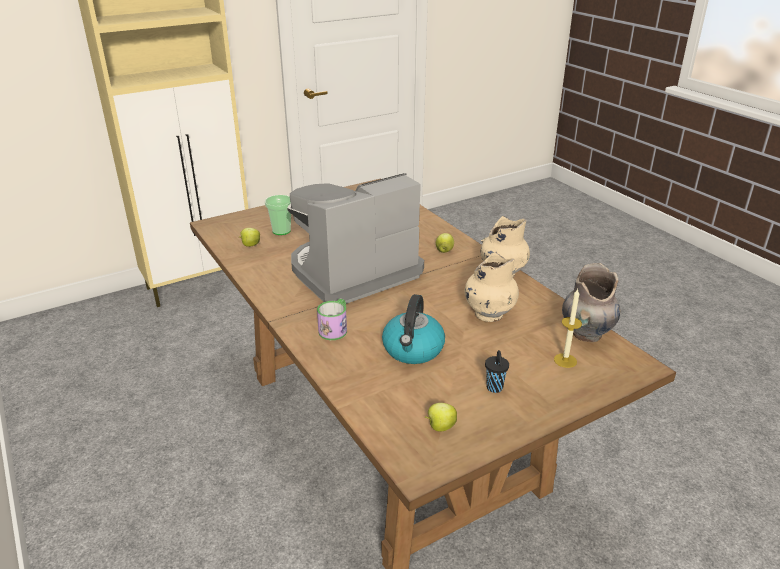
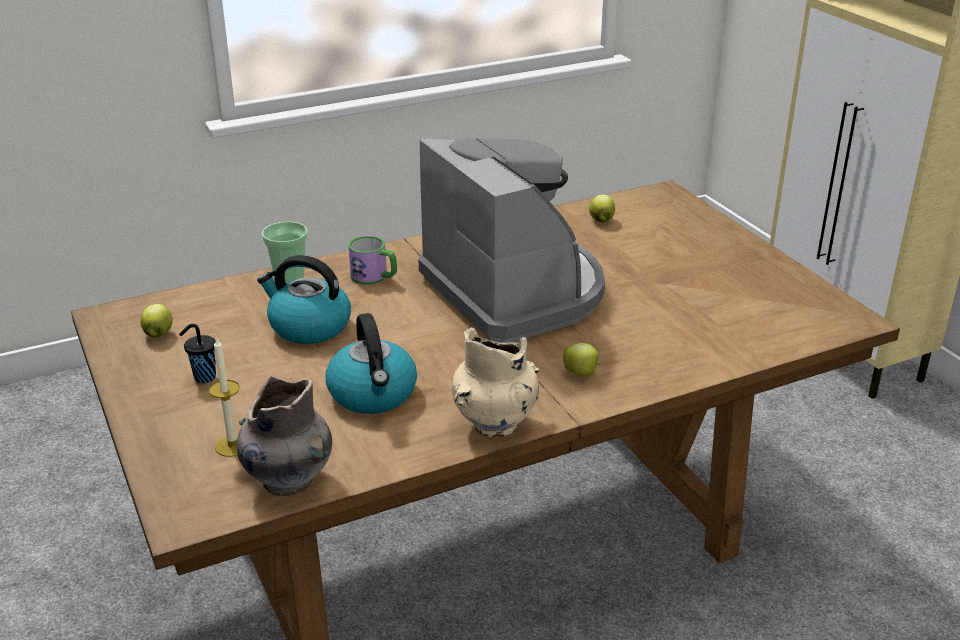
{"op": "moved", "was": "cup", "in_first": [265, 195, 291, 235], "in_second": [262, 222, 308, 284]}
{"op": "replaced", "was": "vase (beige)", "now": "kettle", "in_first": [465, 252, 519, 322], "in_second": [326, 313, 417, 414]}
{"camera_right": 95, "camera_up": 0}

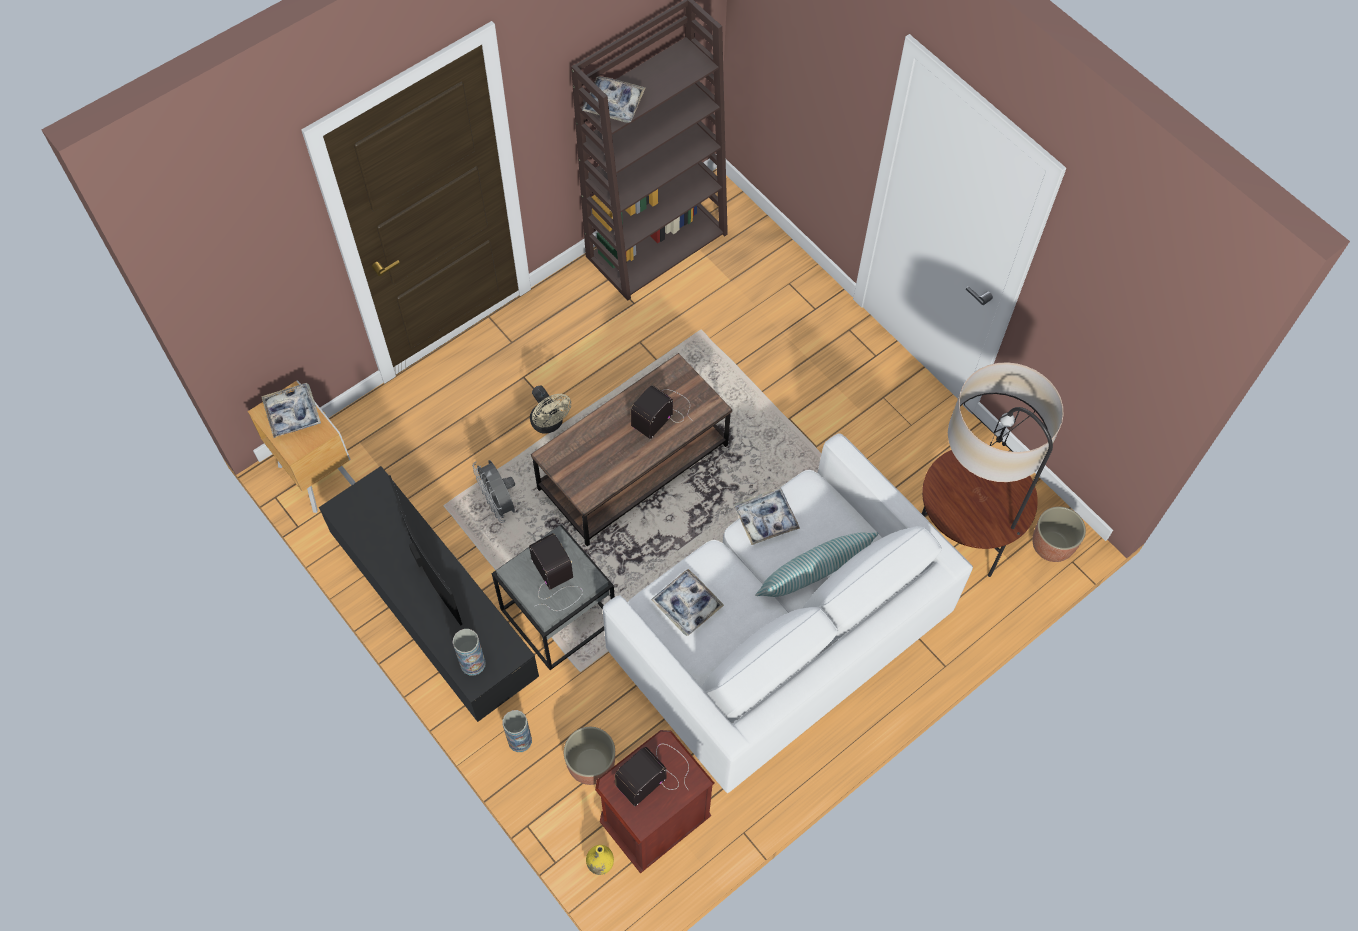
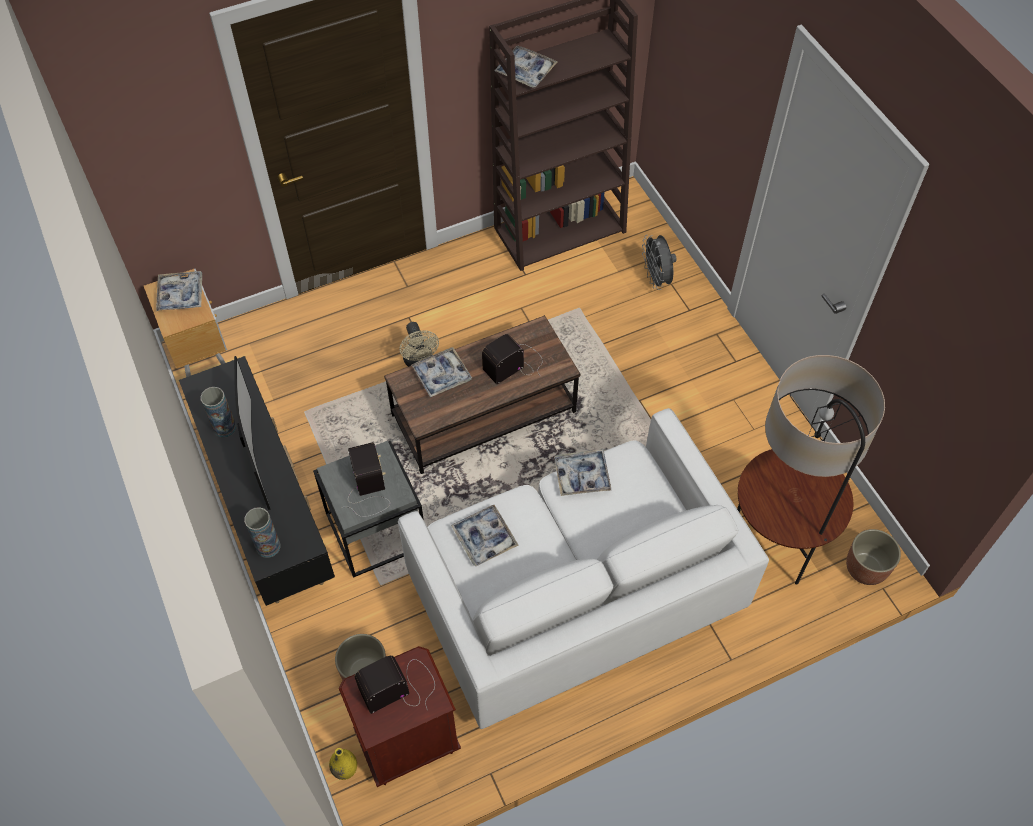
{"op": "moved", "was": "fan (grey)", "in_first": [472, 460, 515, 523], "in_second": [642, 235, 677, 290]}
{"op": "removed", "was": "pillow", "in_first": [755, 532, 878, 597]}
{"op": "moved", "was": "vase", "in_first": [503, 710, 532, 752], "in_second": [200, 387, 236, 438]}
{"op": "added", "now": "tray", "in_second": [411, 347, 472, 398]}
{"camera_right": 15, "camera_up": -5}

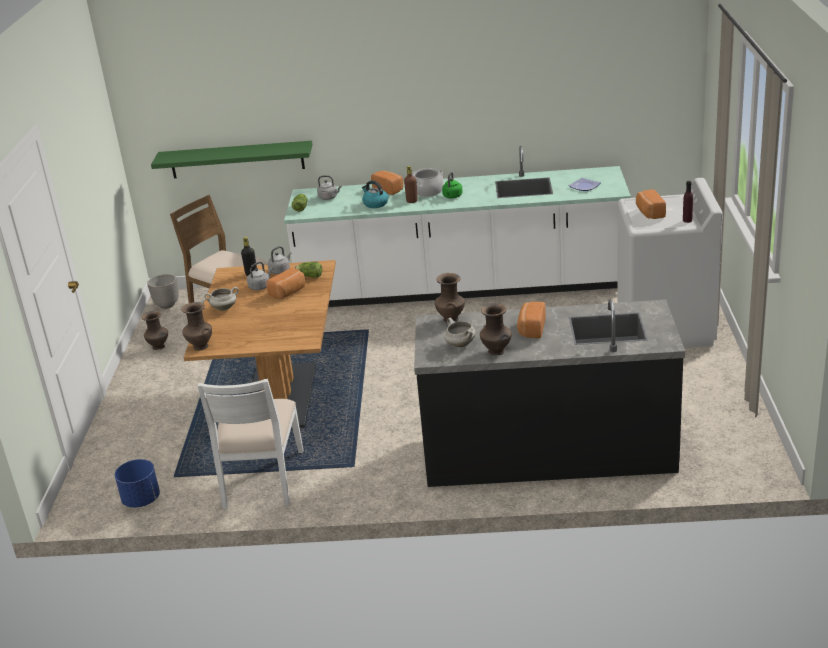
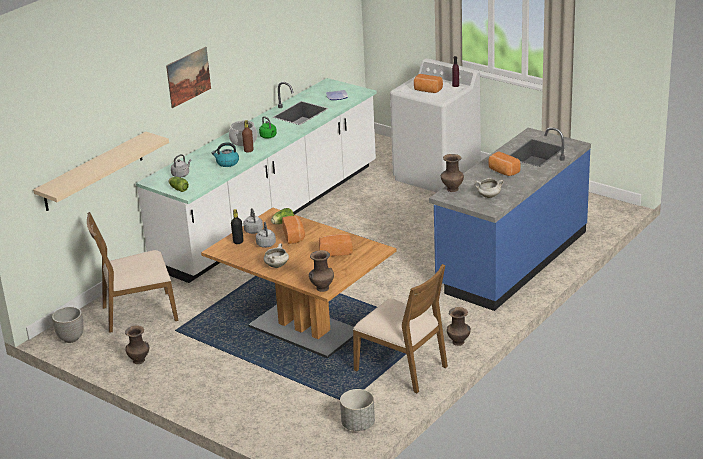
{"op": "recoloured", "was": "shelf (green)", "now": "shelf (beige)", "in_first": [151, 141, 313, 178], "in_second": [33, 132, 169, 211]}
{"op": "moved", "was": "bread", "in_first": [371, 171, 404, 195], "in_second": [319, 234, 353, 257]}
{"op": "recoloured", "was": "counter (black)", "now": "counter (blue)", "in_first": [414, 299, 685, 487], "in_second": [429, 127, 591, 311]}
{"op": "moved", "was": "vase (brown)", "in_first": [480, 303, 512, 355], "in_second": [447, 307, 471, 346]}
{"op": "recoloured", "was": "chair (white)", "now": "chair (brown)", "in_first": [197, 379, 303, 510], "in_second": [353, 264, 448, 393]}
{"op": "recoloured", "was": "planter (blue)", "now": "planter (grey)", "in_first": [115, 459, 160, 508], "in_second": [340, 389, 375, 431]}
{"op": "added", "now": "picture", "in_second": [166, 47, 211, 108]}
{"camera_right": -55, "camera_up": 0}

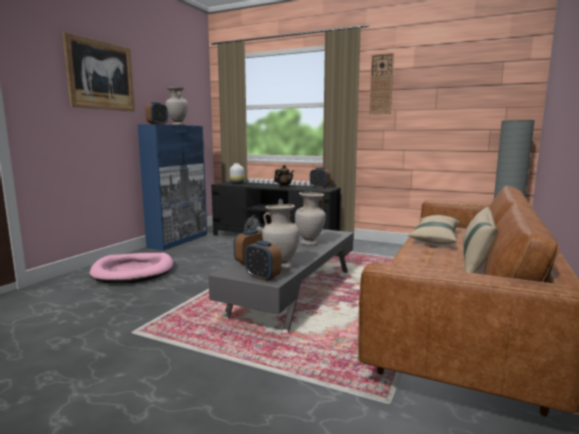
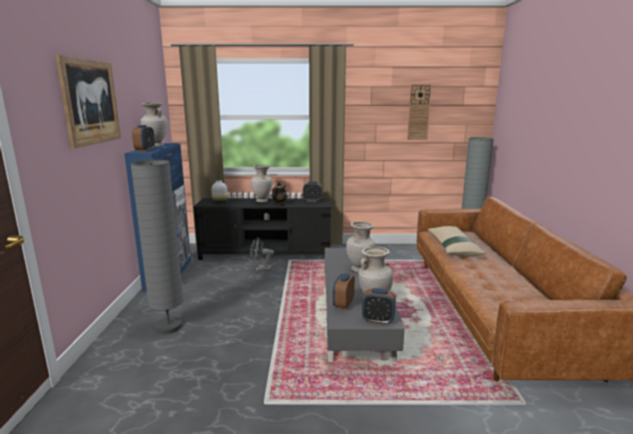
{"op": "moved", "was": "wall clock", "in_first": [369, 53, 394, 114], "in_second": [407, 84, 432, 140]}
{"op": "removed", "was": "pillow (beige)", "in_first": [463, 207, 498, 273]}
{"op": "replaced", "was": "dog bed (pink)", "now": "floor lamp (grey)", "in_first": [90, 253, 173, 283], "in_second": [130, 160, 183, 334]}
{"op": "added", "now": "vase (beige)", "in_second": [251, 165, 273, 202]}
{"camera_right": -25, "camera_up": 5}

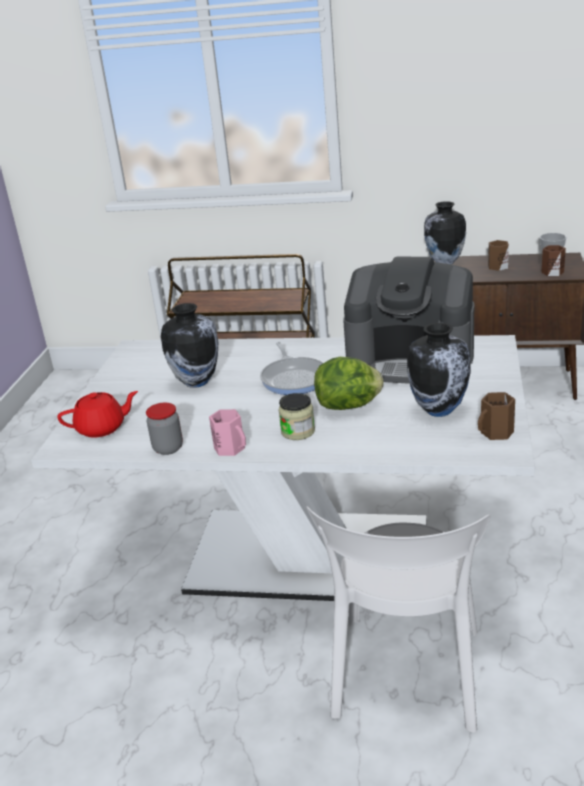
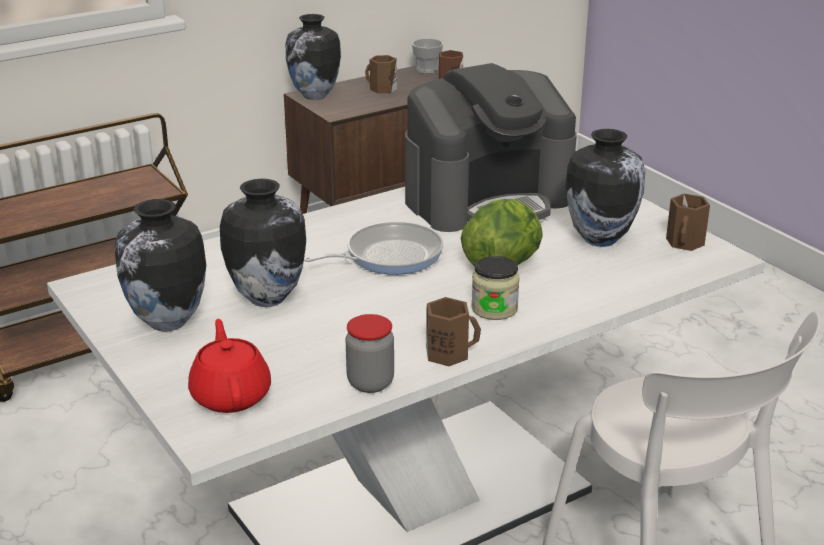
{"op": "turned", "was": "frying pan", "in_first": [260, 342, 324, 395], "in_second": [304, 221, 443, 275], "clockwise": -60}
{"op": "turned", "was": "teapot (red)", "in_first": [57, 391, 138, 438], "in_second": [188, 319, 271, 413], "clockwise": -45}
{"op": "recoloured", "was": "mug (pink)", "now": "mug (brown)", "in_first": [209, 409, 246, 456], "in_second": [426, 297, 481, 366]}
{"op": "added", "now": "vase", "in_second": [114, 199, 206, 332]}
{"camera_right": -45, "camera_up": 0}

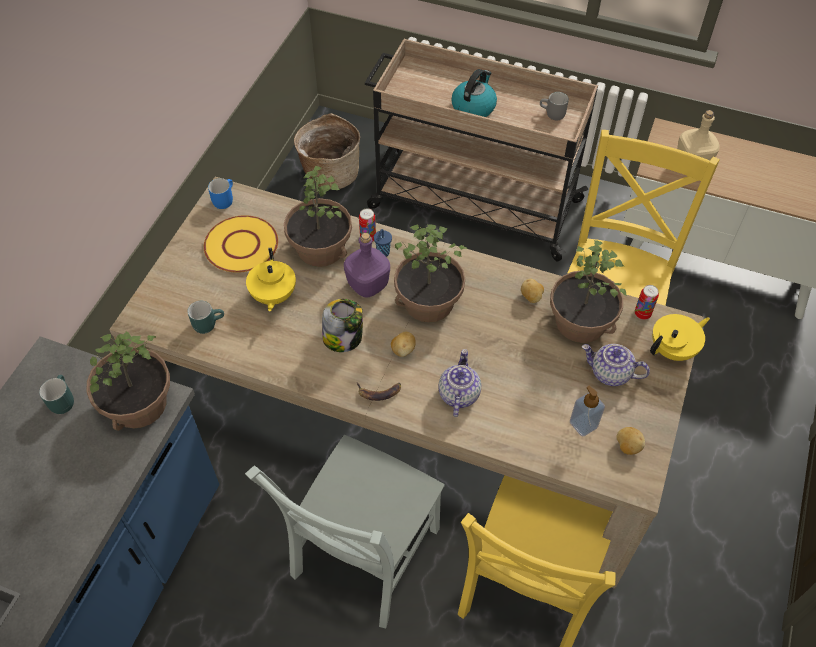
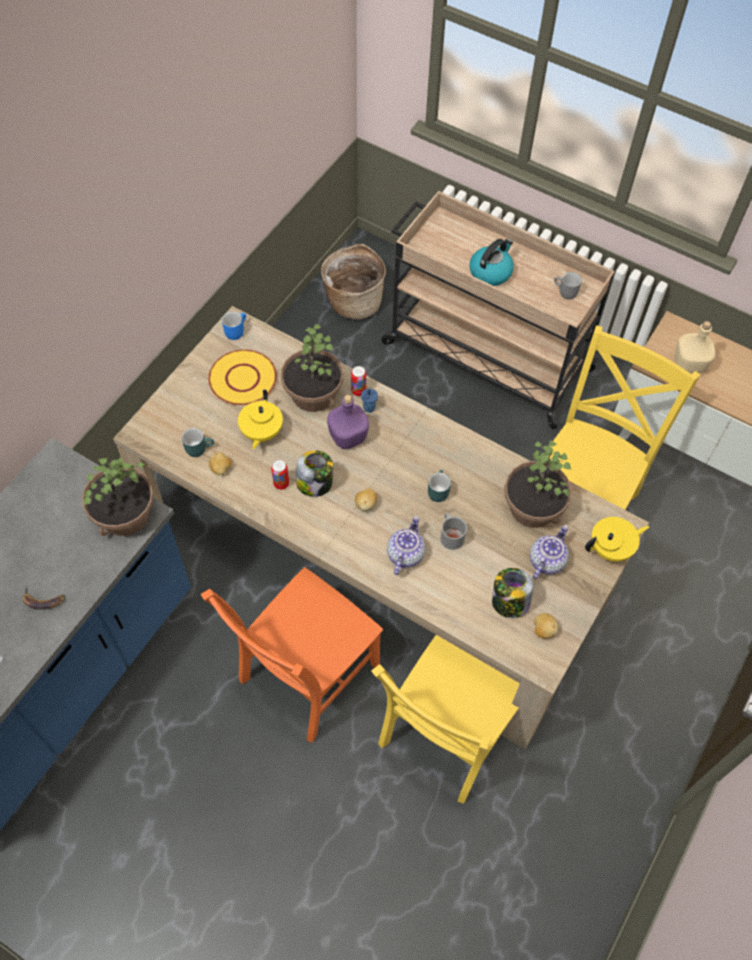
{"op": "removed", "was": "potted plant", "in_first": [394, 224, 468, 322]}
{"op": "moved", "was": "potato", "in_first": [521, 278, 544, 303], "in_second": [209, 452, 231, 475]}
{"op": "moved", "was": "can", "in_first": [635, 285, 659, 320], "in_second": [271, 460, 289, 490]}
{"op": "turned", "was": "teapot", "in_first": [582, 344, 650, 386], "in_second": [530, 525, 569, 579], "clockwise": 90}
{"op": "moved", "was": "mug (turquoise)", "in_first": [39, 375, 74, 414], "in_second": [428, 470, 451, 502]}
{"op": "moved", "was": "banana", "in_first": [357, 383, 401, 401], "in_second": [22, 587, 65, 610]}
{"op": "replaced", "was": "soap dispenser", "now": "jar", "in_first": [570, 386, 605, 436], "in_second": [492, 568, 533, 618]}
{"op": "recoloured", "was": "chair (grey)", "now": "chair (orange)", "in_first": [245, 435, 445, 628], "in_second": [200, 567, 383, 743]}
{"op": "added", "now": "mug (grey)", "in_second": [441, 513, 467, 550]}
{"camera_right": 10, "camera_up": 5}

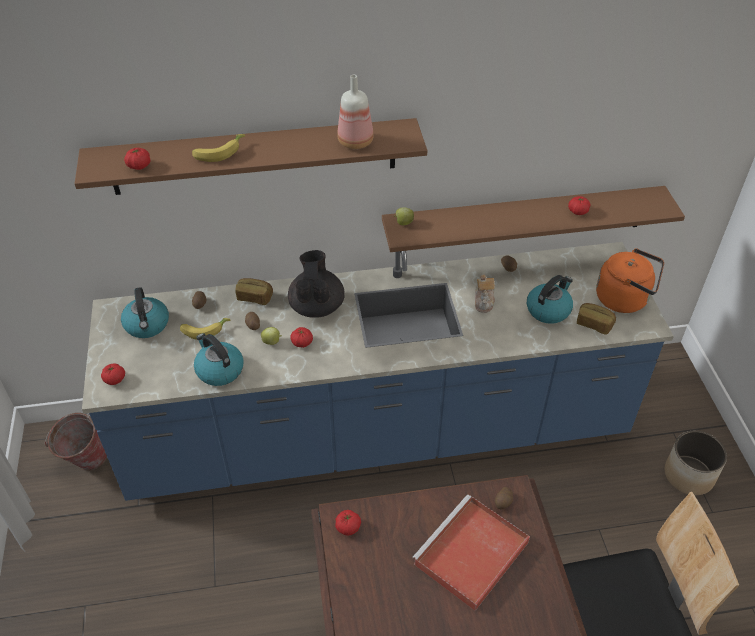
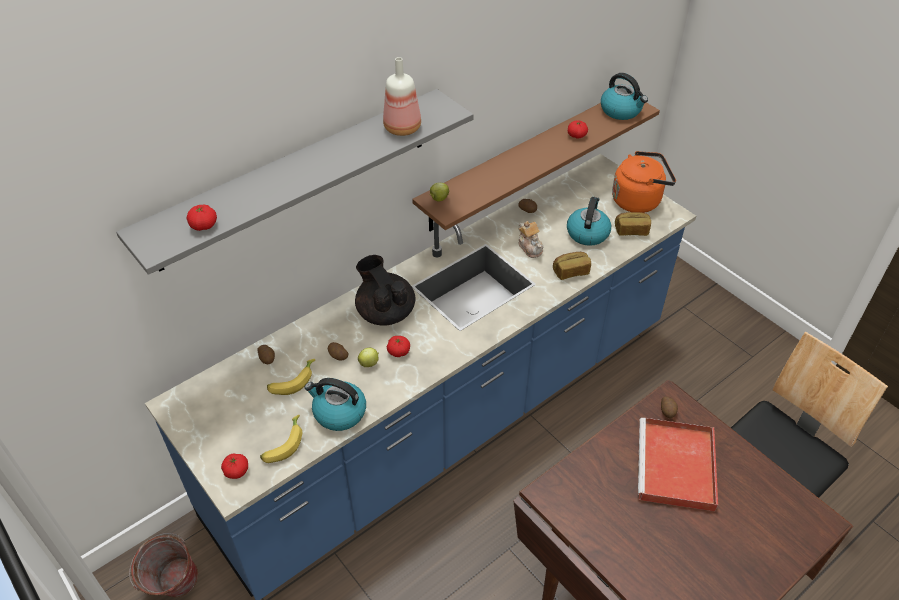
{"op": "recoloured", "was": "shelf (brown)", "now": "shelf (grey)", "in_first": [75, 118, 427, 195], "in_second": [116, 89, 474, 275]}
{"op": "moved", "was": "banana", "in_first": [192, 134, 245, 162], "in_second": [260, 415, 302, 463]}
{"op": "moved", "was": "bread", "in_first": [235, 278, 273, 305], "in_second": [553, 252, 591, 280]}
{"op": "moved", "was": "kettle", "in_first": [121, 287, 169, 338], "in_second": [601, 73, 648, 120]}
{"op": "removed", "was": "planter", "in_first": [664, 431, 727, 495]}
{"op": "removed", "was": "tomato", "in_first": [335, 510, 361, 536]}
{"camera_right": -30, "camera_up": 0}

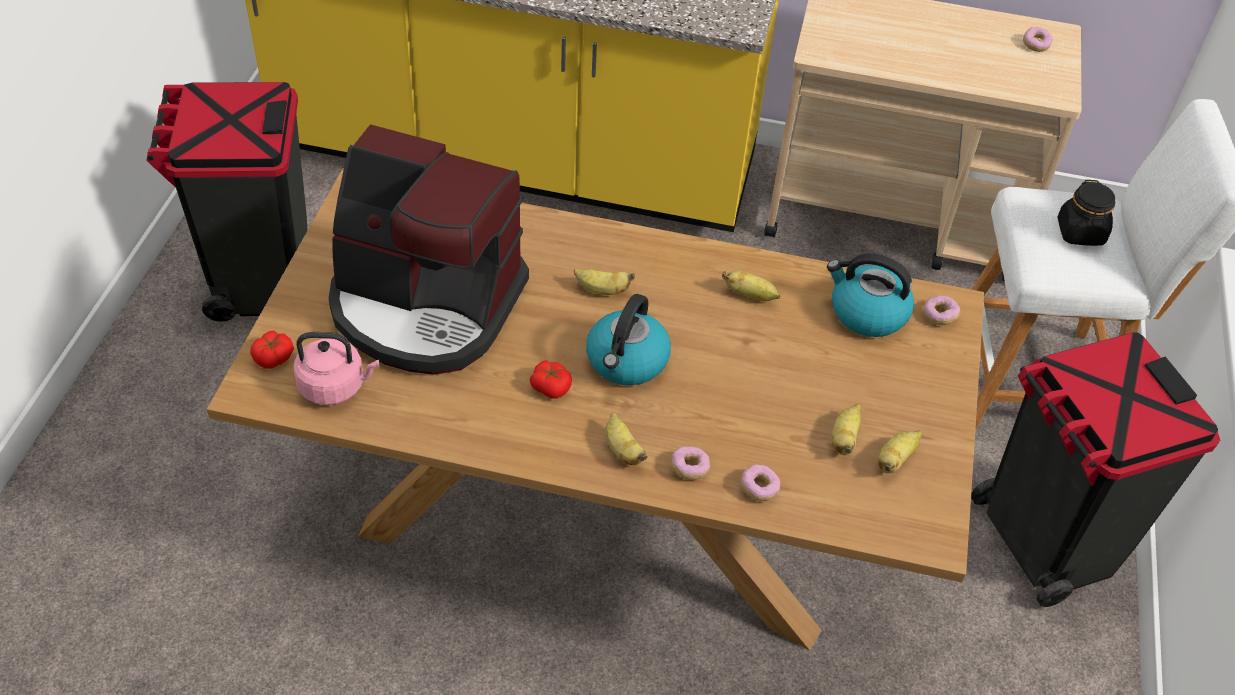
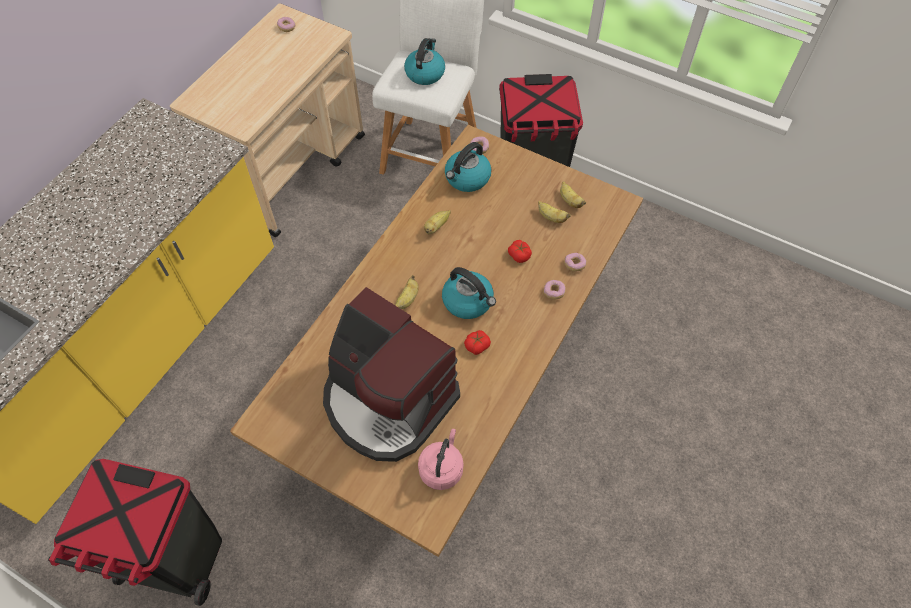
{"op": "turned", "was": "coffee machine", "in_first": [329, 124, 529, 375], "in_second": [323, 287, 460, 462], "clockwise": 90}
{"op": "replaced", "was": "jar (black)", "now": "kettle", "in_first": [1057, 180, 1115, 246], "in_second": [404, 38, 445, 85]}
{"op": "moved", "was": "tomato", "in_first": [250, 331, 294, 369], "in_second": [508, 240, 532, 263]}
{"op": "removed", "was": "banana", "in_first": [605, 412, 648, 465]}
{"camera_right": -70, "camera_up": 10}

